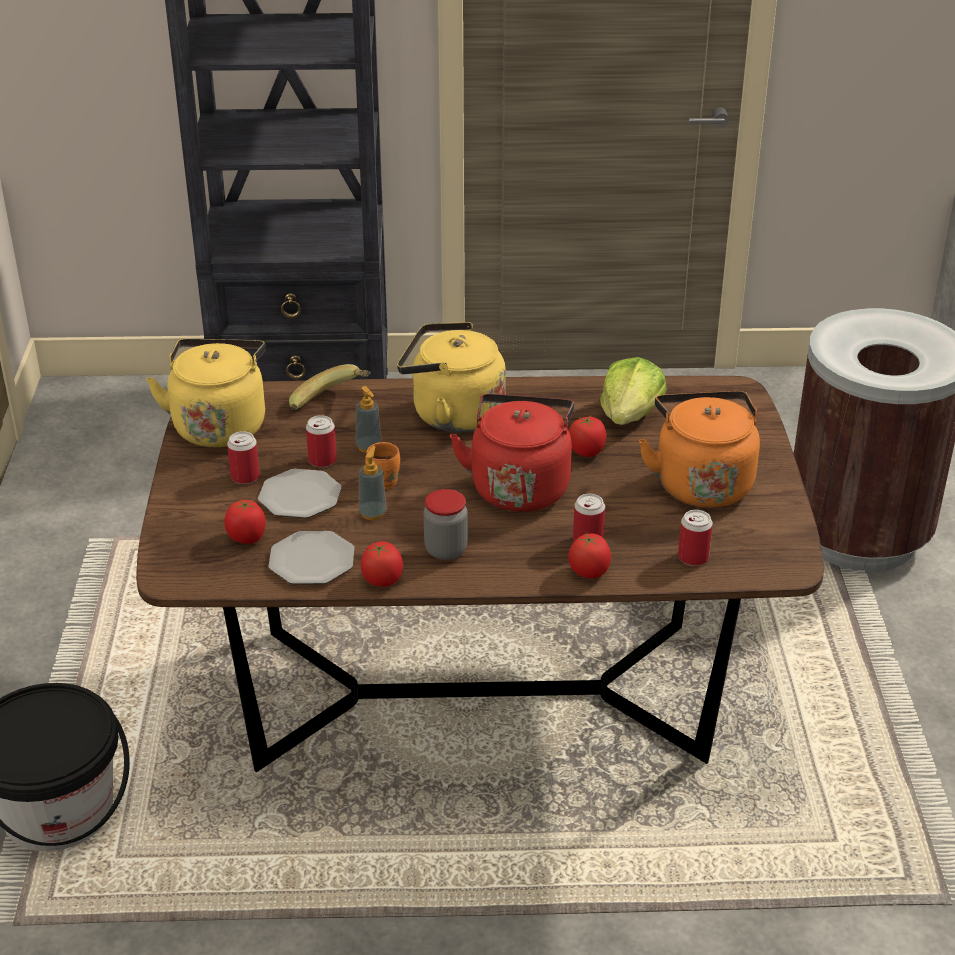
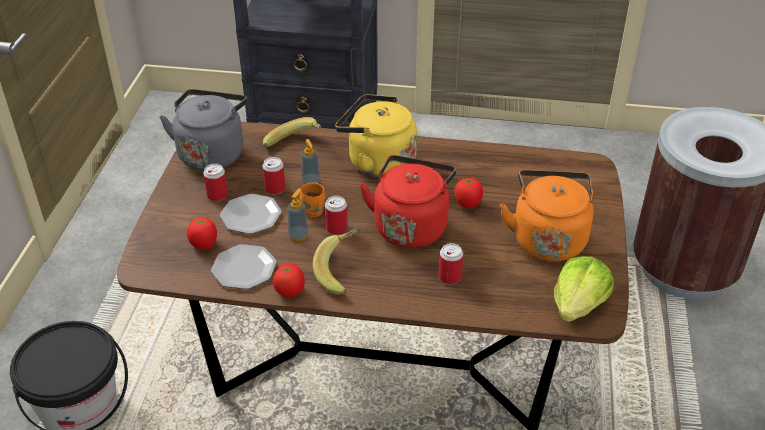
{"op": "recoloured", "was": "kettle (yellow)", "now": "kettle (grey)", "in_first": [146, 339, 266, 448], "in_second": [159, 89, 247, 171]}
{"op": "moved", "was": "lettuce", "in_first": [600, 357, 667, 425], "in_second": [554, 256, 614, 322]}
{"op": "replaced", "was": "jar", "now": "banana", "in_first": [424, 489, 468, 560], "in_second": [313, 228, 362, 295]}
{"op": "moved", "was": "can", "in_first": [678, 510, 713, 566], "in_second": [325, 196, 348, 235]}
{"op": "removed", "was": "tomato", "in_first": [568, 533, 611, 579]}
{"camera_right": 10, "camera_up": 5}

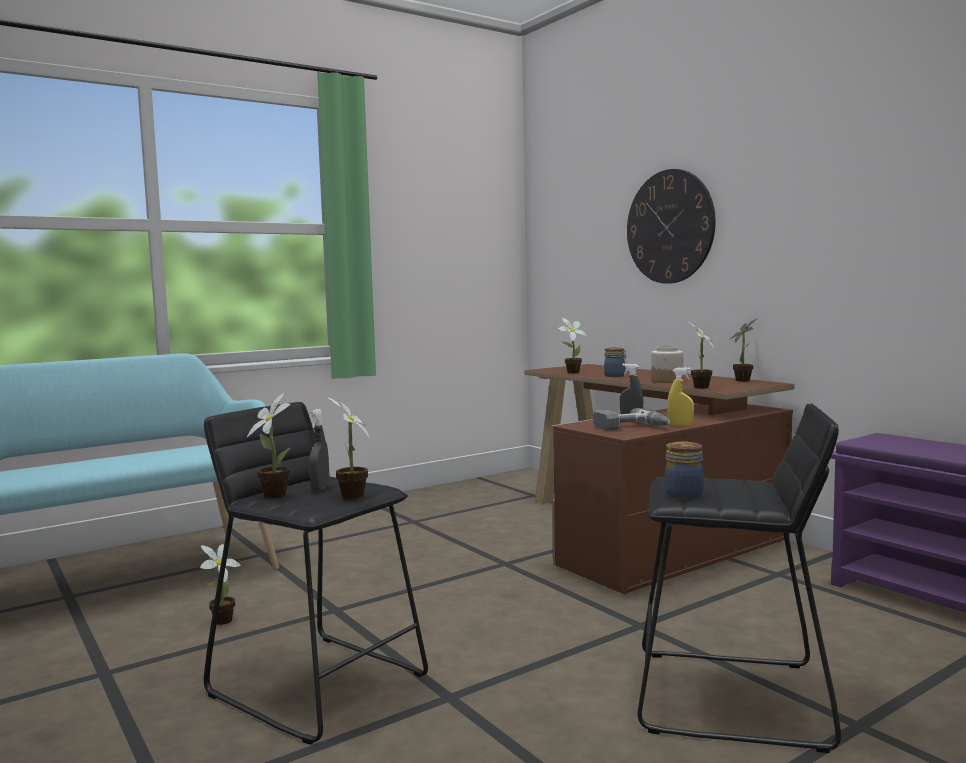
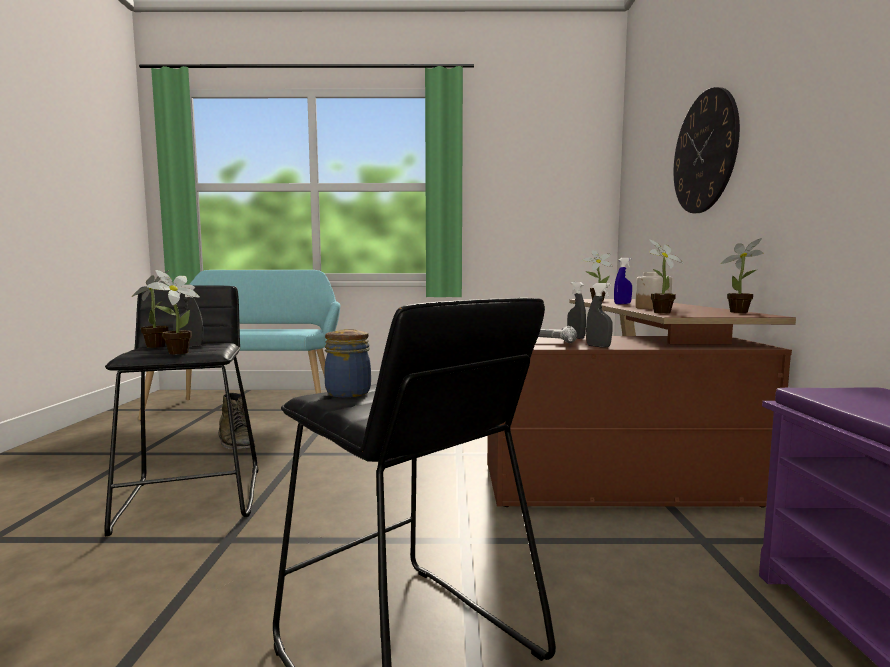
{"op": "replaced", "was": "jar", "now": "spray bottle (blue)", "in_first": [604, 347, 627, 377], "in_second": [614, 258, 632, 304]}
{"op": "recoloured", "was": "spray bottle (yellow)", "now": "spray bottle (grey)", "in_first": [667, 367, 694, 426], "in_second": [586, 283, 613, 348]}
{"op": "replaced", "was": "potted plant", "now": "boot (green)", "in_first": [200, 544, 240, 625], "in_second": [218, 393, 255, 449]}
{"camera_right": 35, "camera_up": 0}

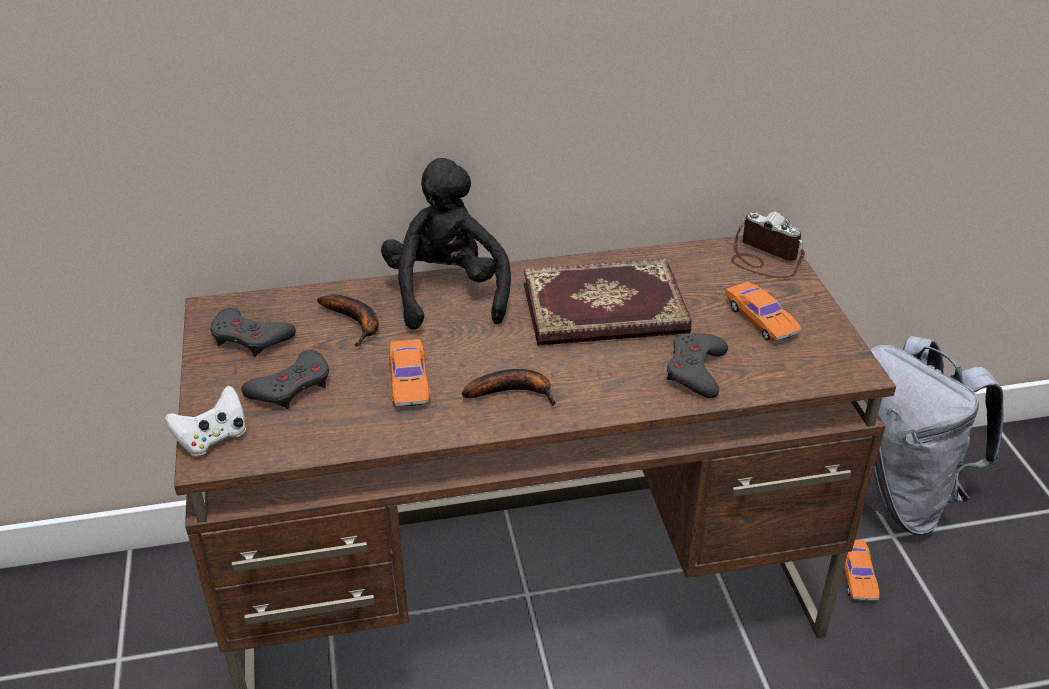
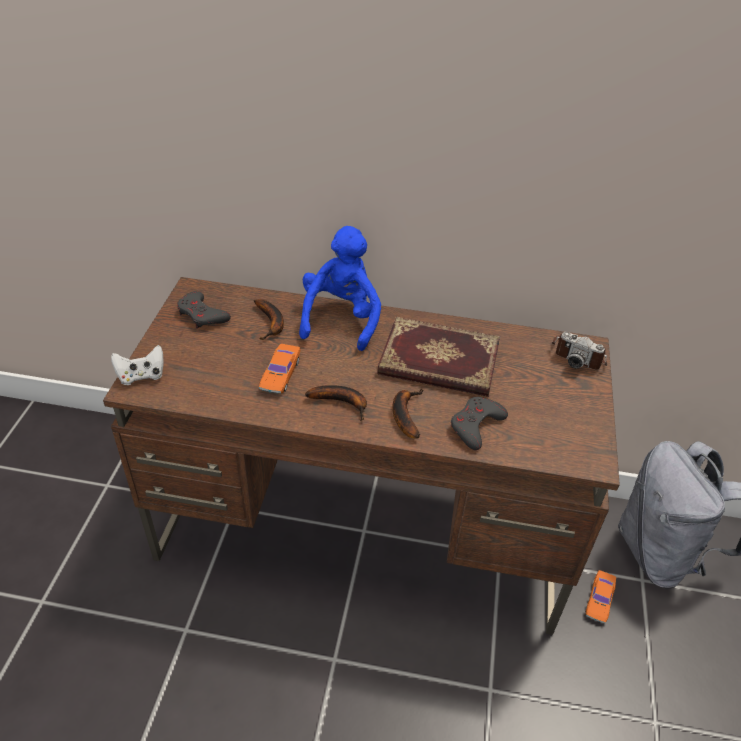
{"op": "recoloured", "was": "plush toy (black)", "now": "plush toy (blue)", "in_first": [381, 158, 511, 330], "in_second": [299, 226, 381, 351]}
{"op": "turned", "was": "photo camera", "in_first": [731, 212, 805, 278], "in_second": [552, 332, 607, 370], "clockwise": 150}
{"op": "removed", "was": "toy car (orange)", "in_first": [726, 282, 801, 342]}
{"op": "removed", "was": "game controller (grey)", "in_first": [241, 349, 329, 409]}
{"op": "added", "now": "banana", "in_second": [392, 389, 424, 439]}
{"camera_right": 20, "camera_up": 5}

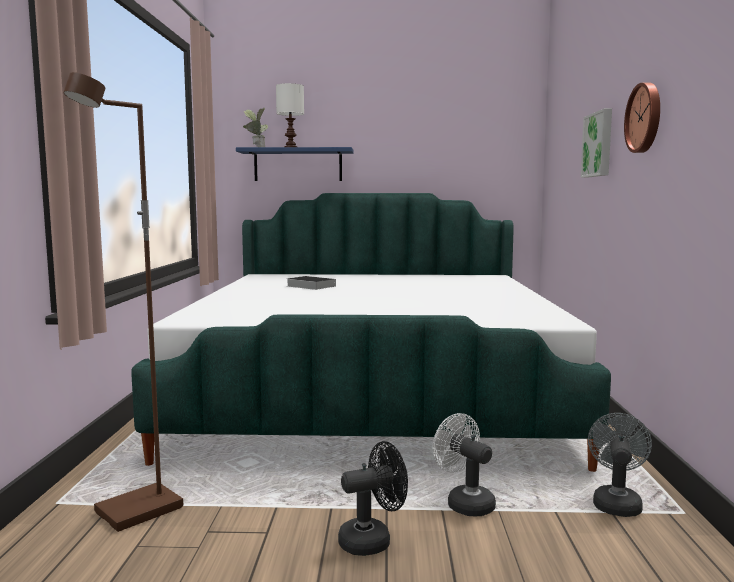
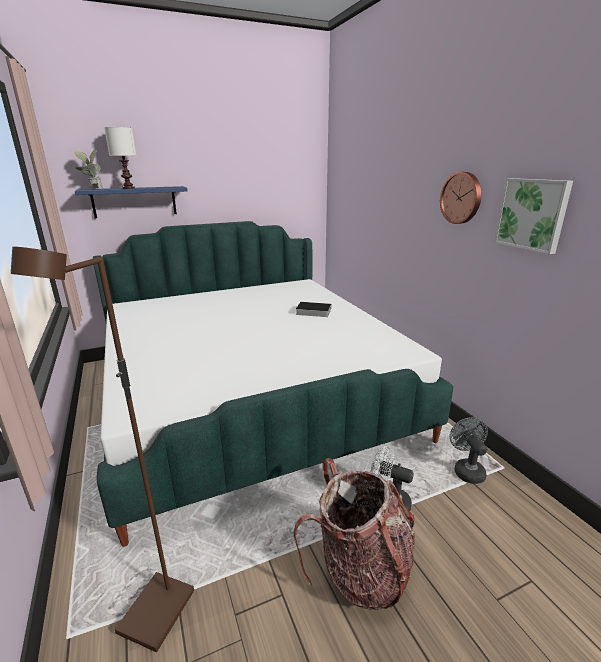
{"op": "moved", "was": "picture", "in_first": [581, 108, 612, 178], "in_second": [494, 178, 573, 254]}
{"op": "moved", "was": "book", "in_first": [287, 276, 336, 290], "in_second": [296, 302, 331, 317]}
{"op": "replaced", "was": "fan (black)", "now": "backpack", "in_first": [338, 441, 408, 556], "in_second": [293, 458, 415, 610]}
{"camera_right": -25, "camera_up": 15}

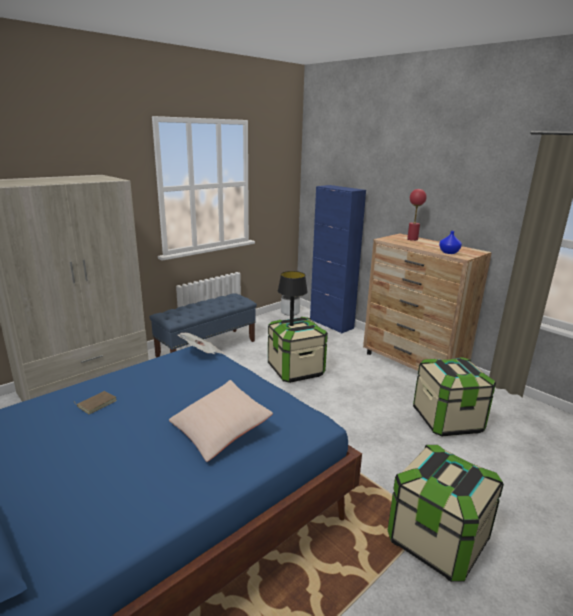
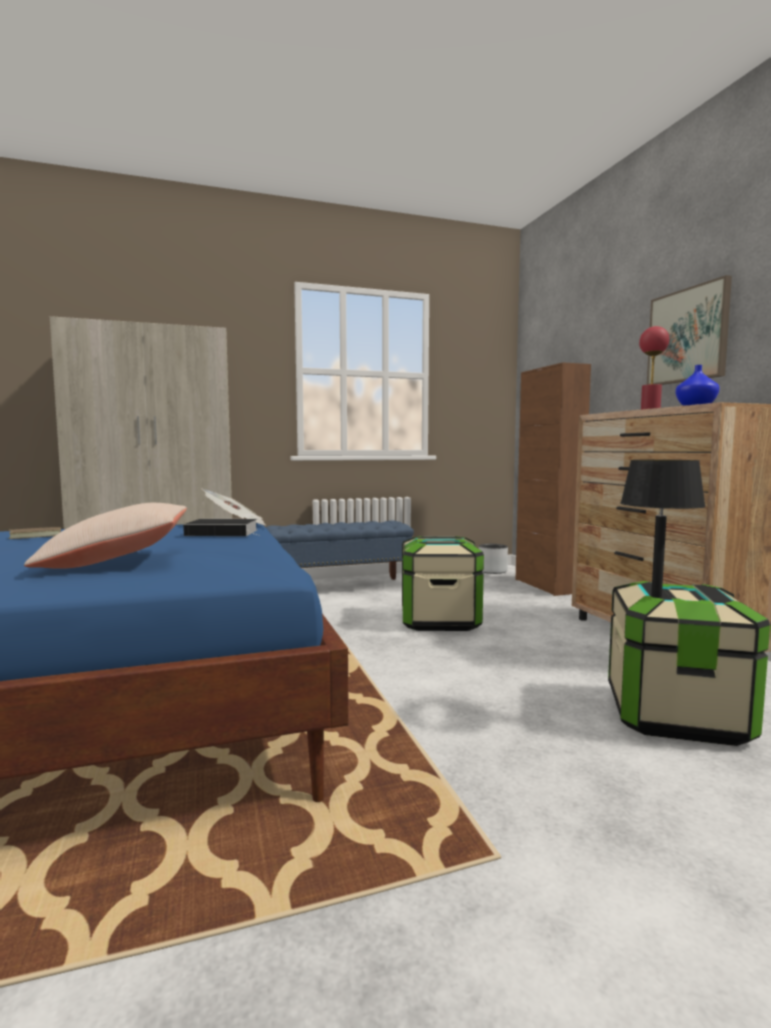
{"op": "recoloured", "was": "cabinet (blue)", "now": "cabinet (brown)", "in_first": [310, 185, 366, 334], "in_second": [516, 362, 591, 596]}
{"op": "moved", "was": "table lamp (black)", "in_first": [278, 271, 308, 326], "in_second": [620, 460, 706, 598]}
{"op": "removed", "was": "storage box", "in_first": [388, 445, 504, 582]}
{"op": "added", "now": "picture", "in_second": [647, 275, 732, 385]}
{"op": "added", "now": "book", "in_second": [183, 519, 258, 536]}
{"camera_right": 25, "camera_up": -15}

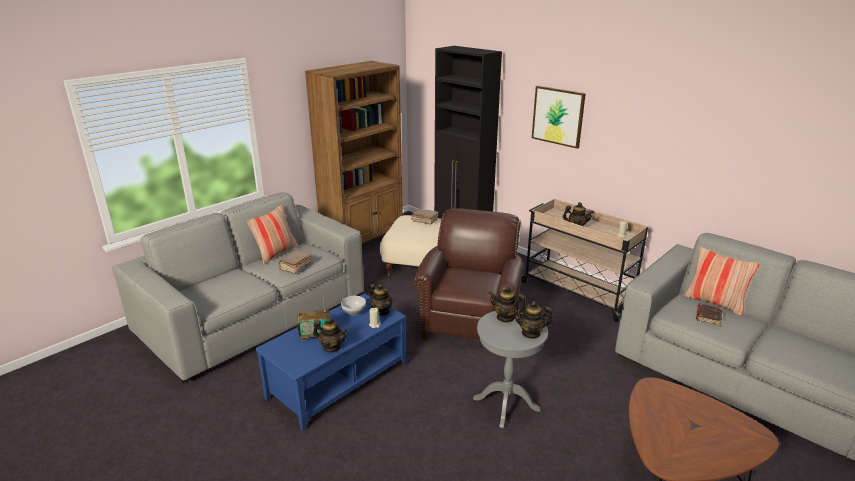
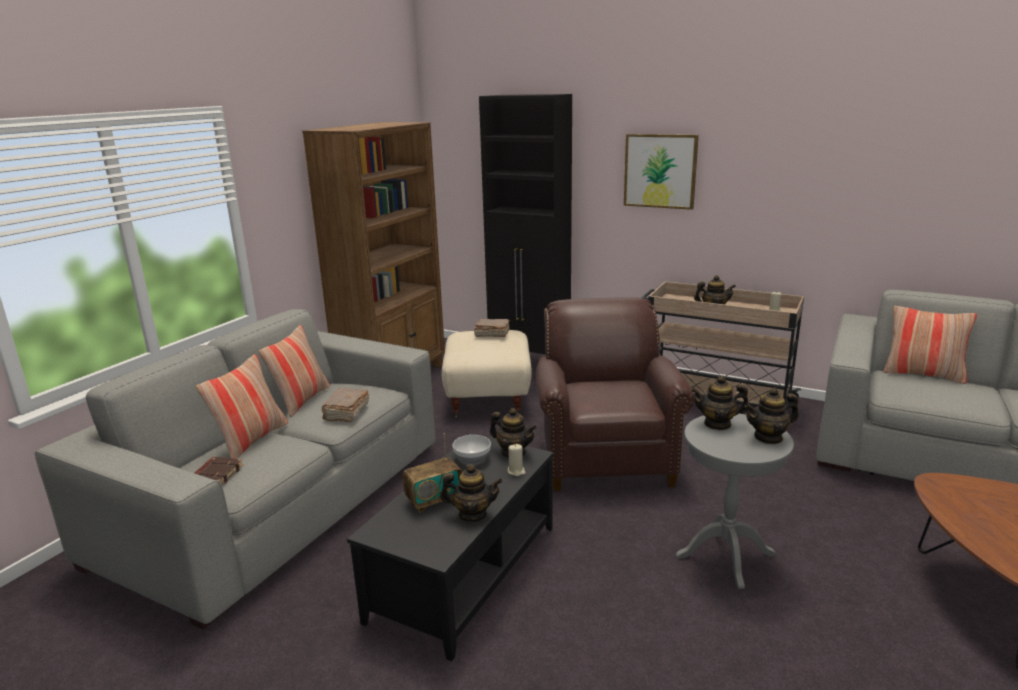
{"op": "recoloured", "was": "coffee table (blue)", "now": "coffee table (black)", "in_first": [255, 293, 406, 431], "in_second": [347, 433, 553, 661]}
{"op": "moved", "was": "book (brown)", "in_first": [696, 304, 722, 325], "in_second": [194, 457, 243, 485]}
{"op": "added", "now": "pillow", "in_second": [196, 354, 288, 459]}
{"camera_right": -15, "camera_up": -5}

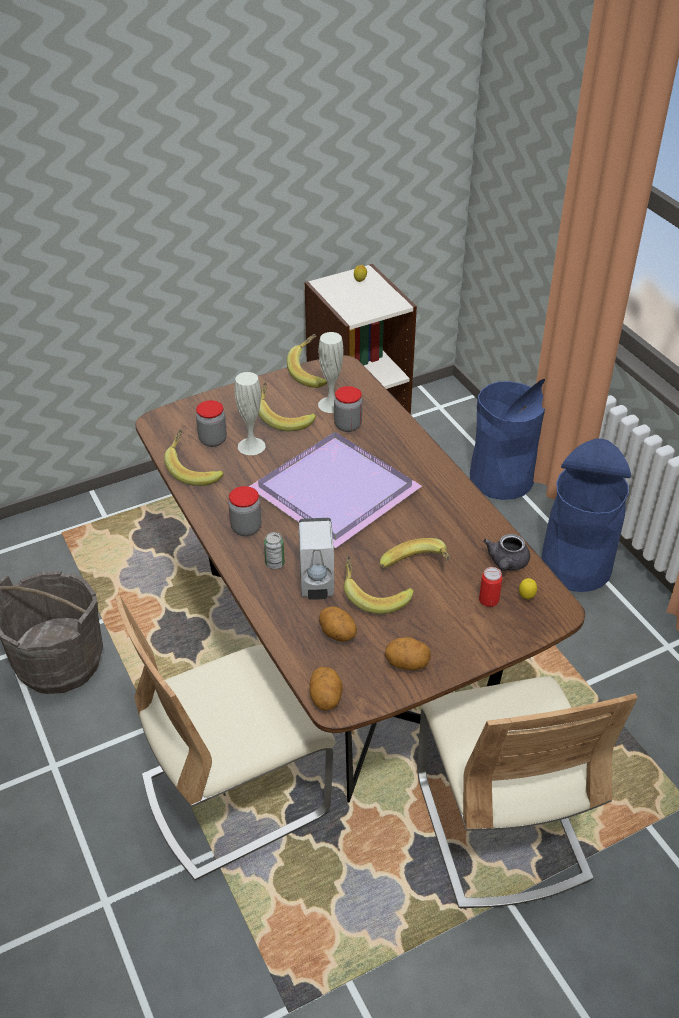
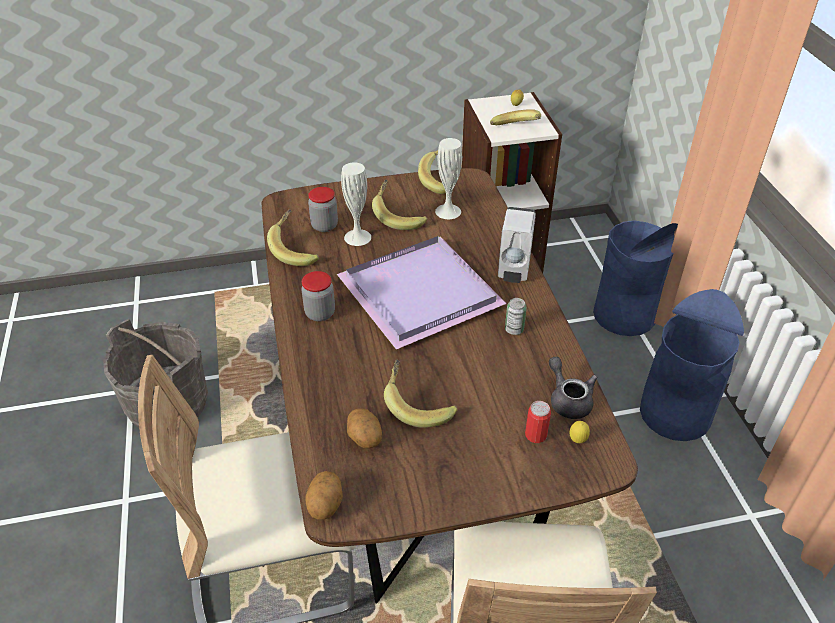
{"op": "removed", "was": "jar", "in_first": [334, 386, 362, 432]}
{"op": "moved", "was": "soap dispenser (white)", "in_first": [299, 518, 334, 600], "in_second": [498, 207, 536, 283]}
{"op": "moved", "was": "can", "in_first": [264, 532, 285, 569], "in_second": [505, 298, 527, 335]}
{"op": "turned", "was": "teapot (grey)", "in_first": [483, 534, 530, 571], "in_second": [549, 356, 598, 419], "clockwise": 120}
{"op": "moved", "was": "banana", "in_first": [380, 538, 450, 569], "in_second": [490, 109, 541, 125]}
{"op": "removed", "was": "potato", "in_first": [385, 637, 431, 670]}
{"camera_right": 15, "camera_up": 0}

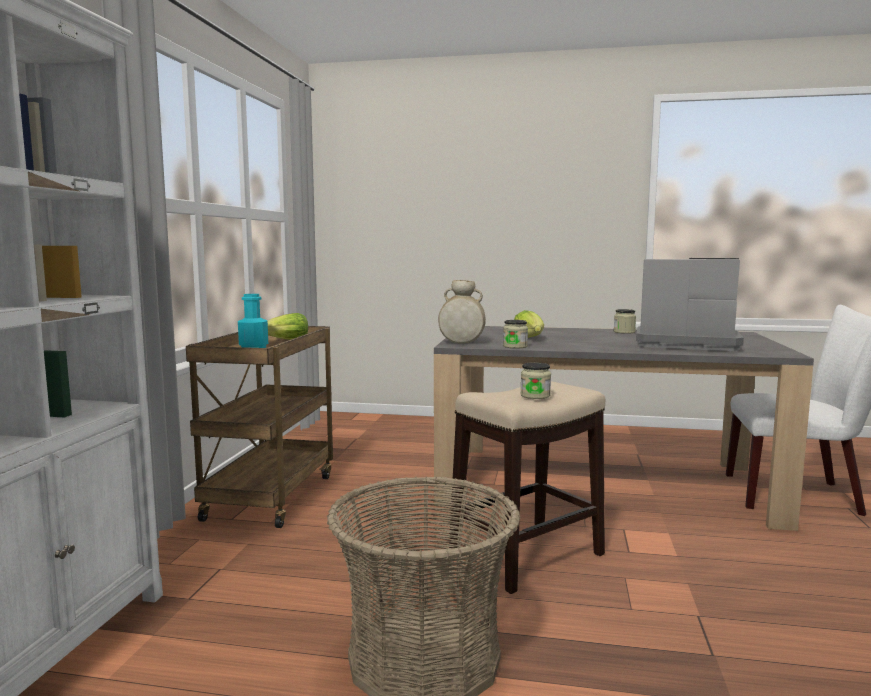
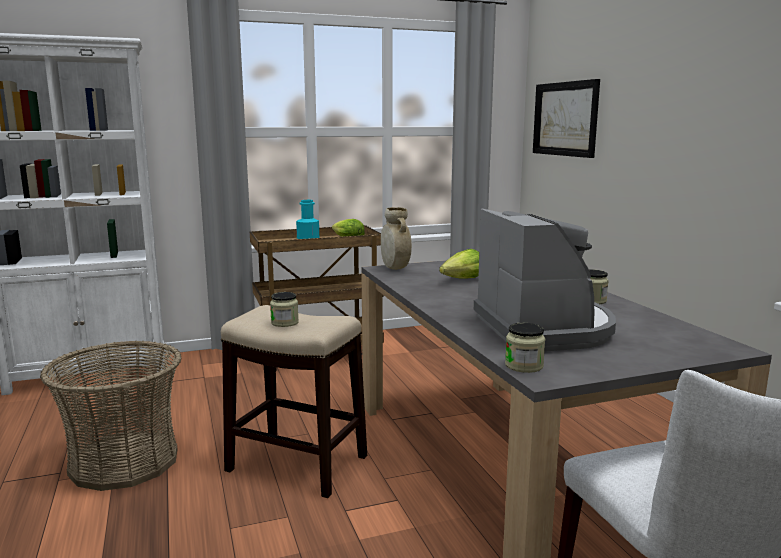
{"op": "moved", "was": "jar", "in_first": [503, 320, 528, 349], "in_second": [505, 323, 545, 373]}
{"op": "added", "now": "picture", "in_second": [533, 79, 600, 158]}
{"camera_right": 60, "camera_up": 5}

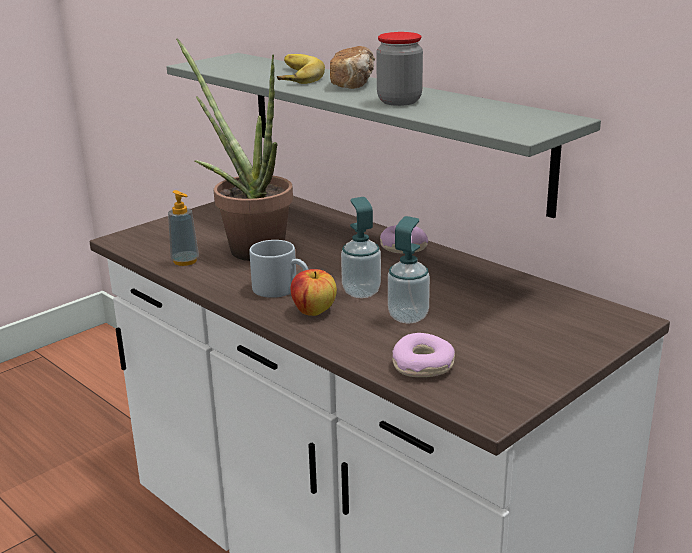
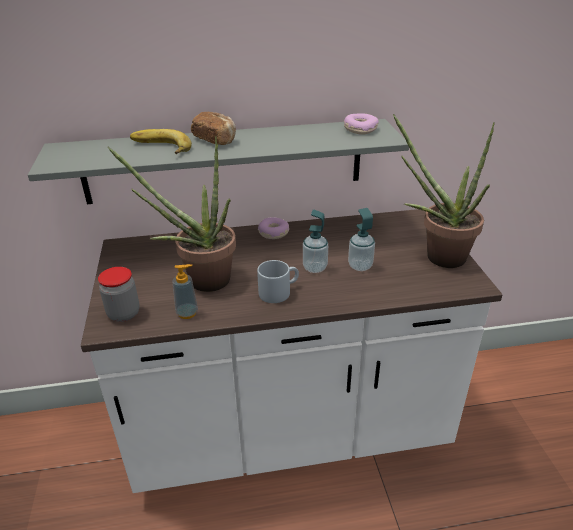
{"op": "moved", "was": "jar", "in_first": [376, 32, 423, 106], "in_second": [98, 267, 140, 322]}
{"op": "removed", "was": "apple", "in_first": [291, 269, 337, 316]}
{"op": "moved", "was": "donut", "in_first": [392, 333, 455, 377], "in_second": [344, 114, 379, 135]}
{"op": "added", "now": "potted plant", "in_second": [393, 114, 495, 268]}
{"camera_right": -55, "camera_up": 10}

